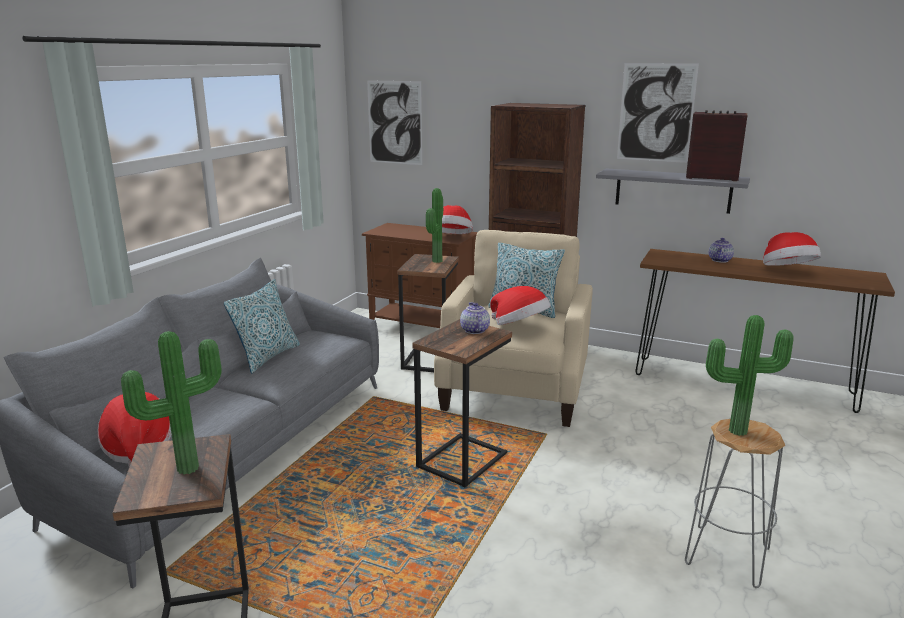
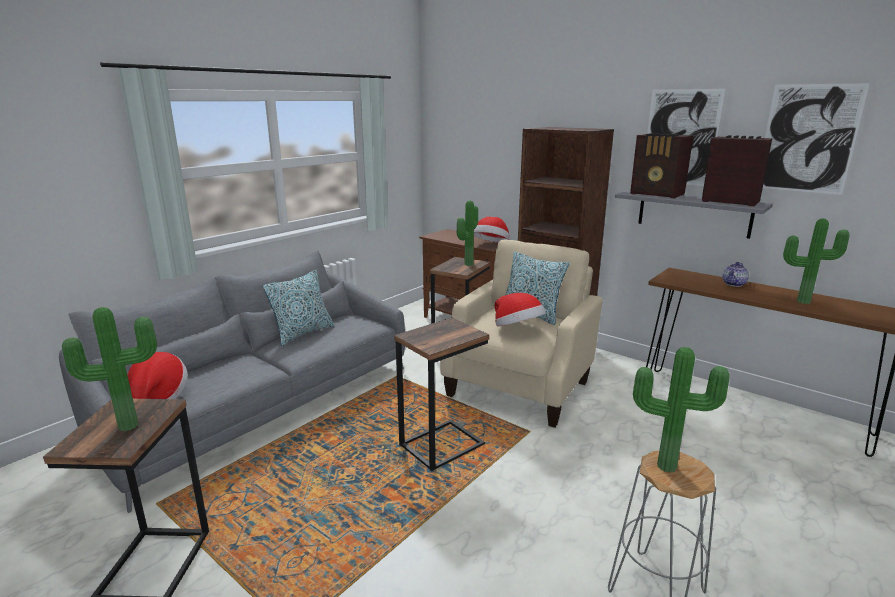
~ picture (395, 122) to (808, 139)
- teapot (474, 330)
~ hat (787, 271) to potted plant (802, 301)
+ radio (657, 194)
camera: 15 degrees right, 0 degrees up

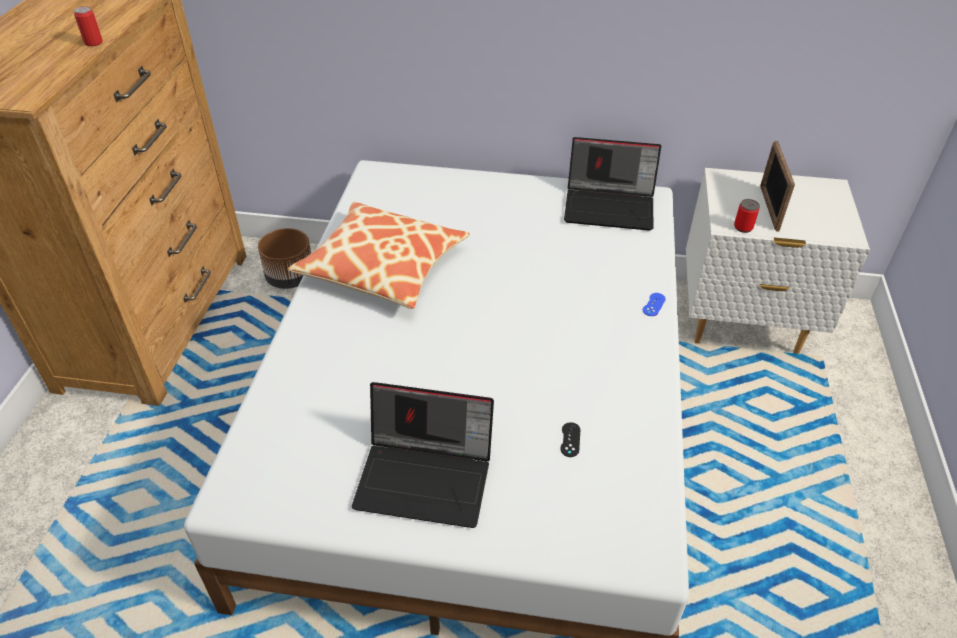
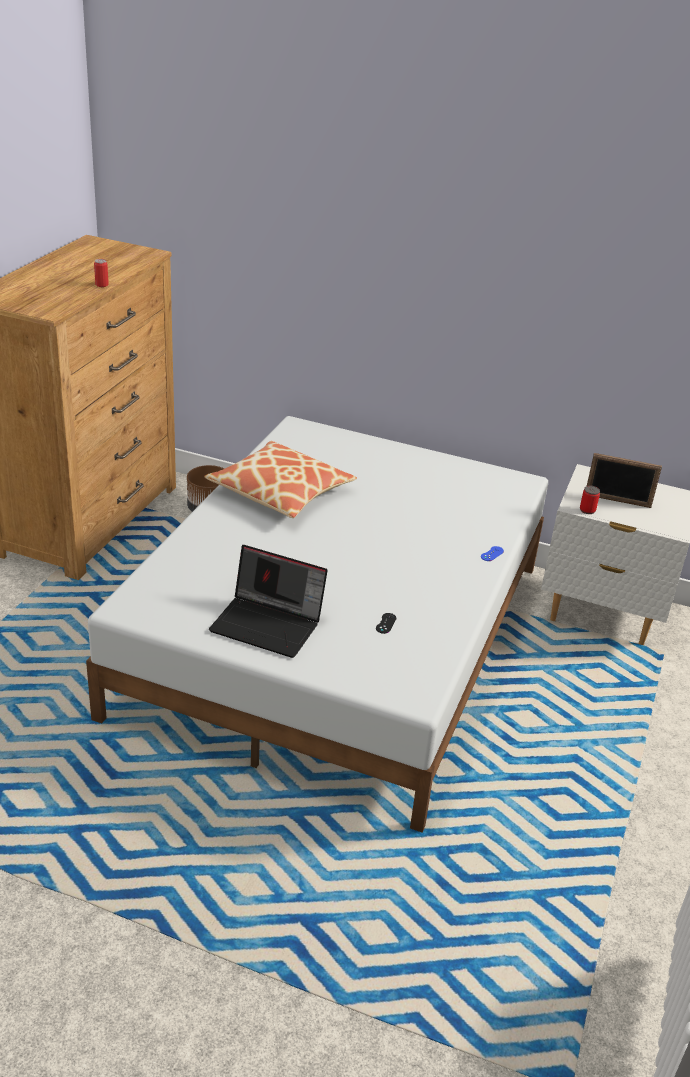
- laptop (610, 206)
~ picture frame (769, 208) = (617, 501) 90 degrees counterclockwise
camera: 10 degrees right, 10 degrees down

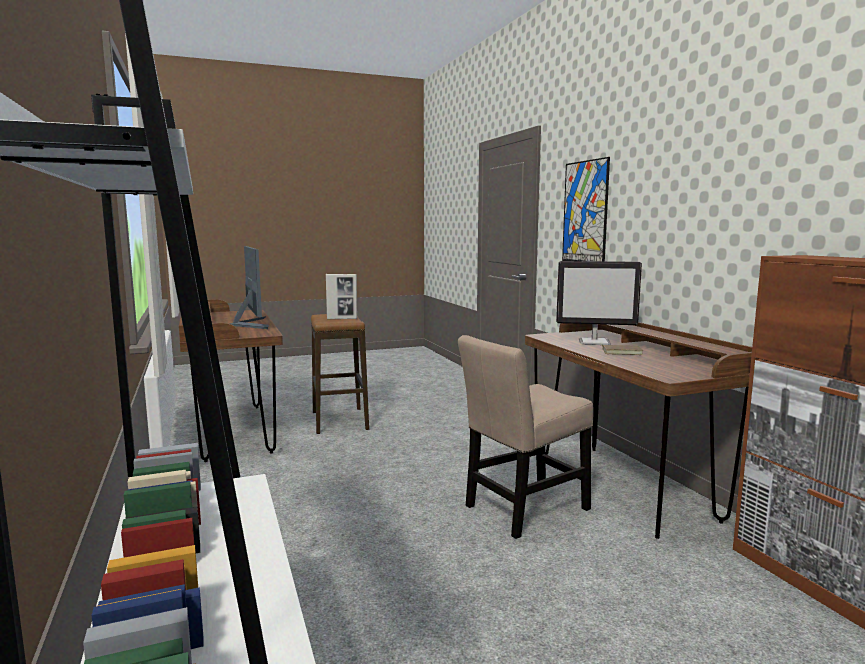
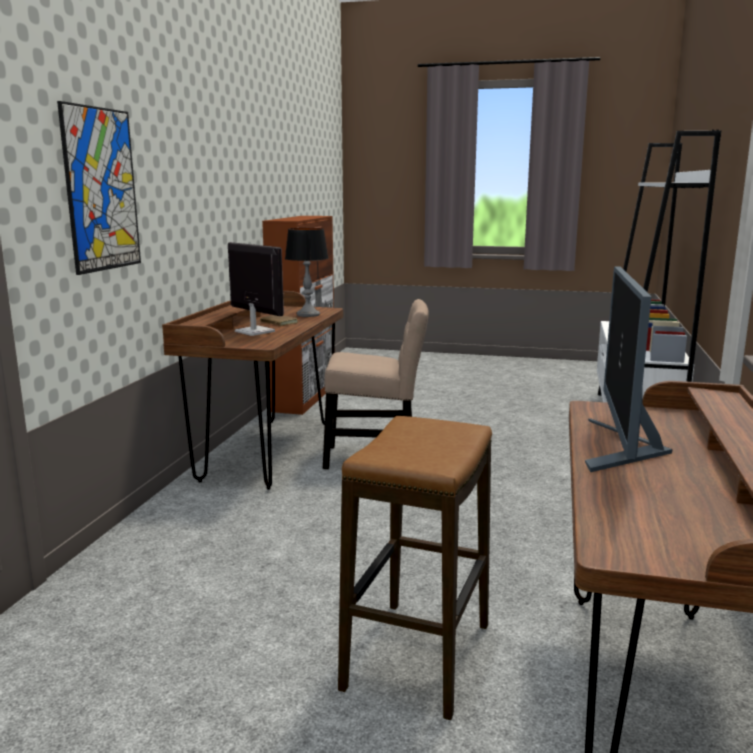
- picture frame (342, 319)
+ table lamp (308, 314)
camera: 145 degrees left, 5 degrees up

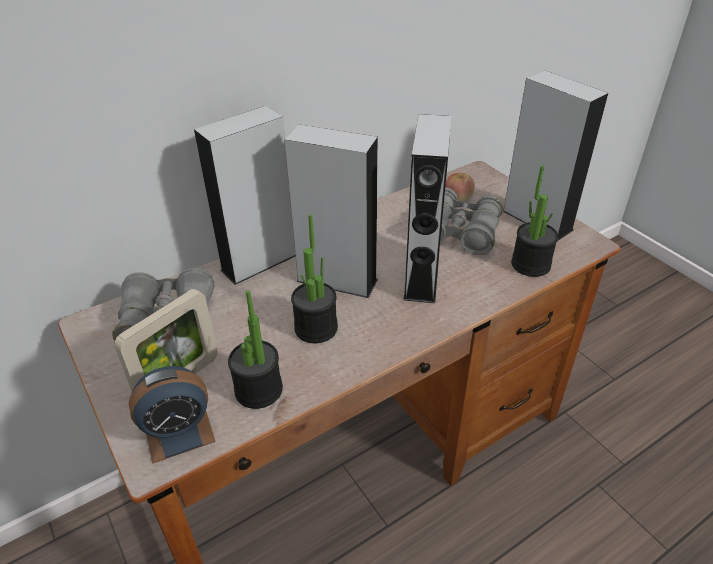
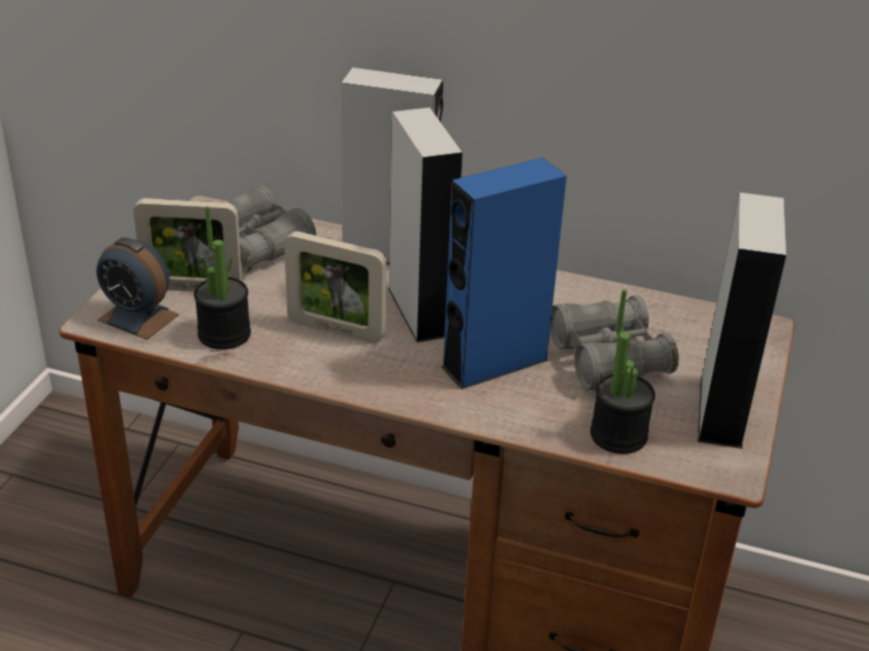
~ potted plant (316, 328) to picture frame (336, 330)
~ speaker (grey) (422, 276) to speaker (blue) (494, 363)
- apple (458, 198)
camera: 50 degrees right, 5 degrees down

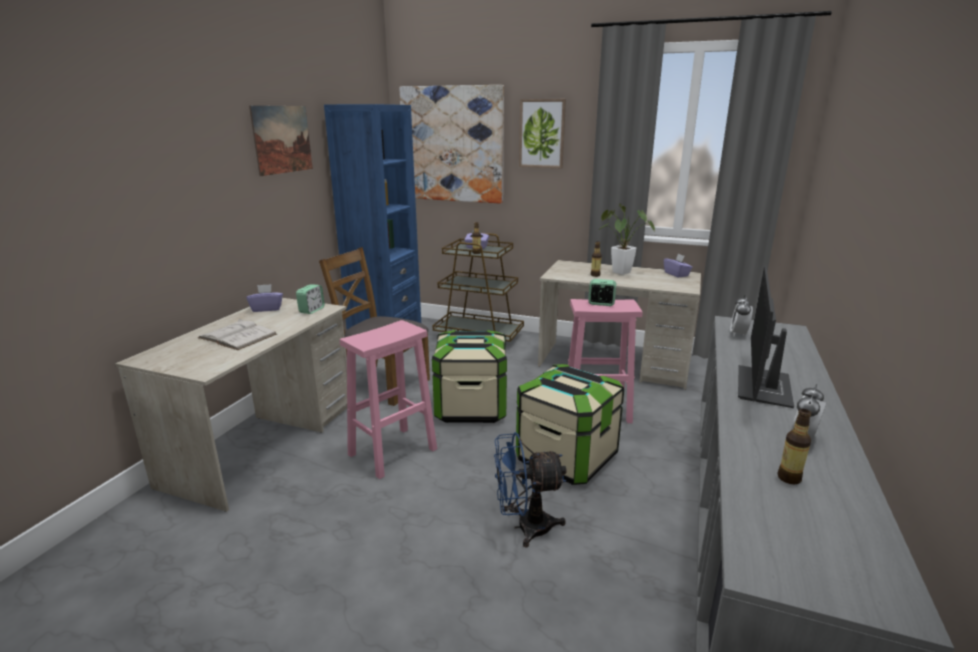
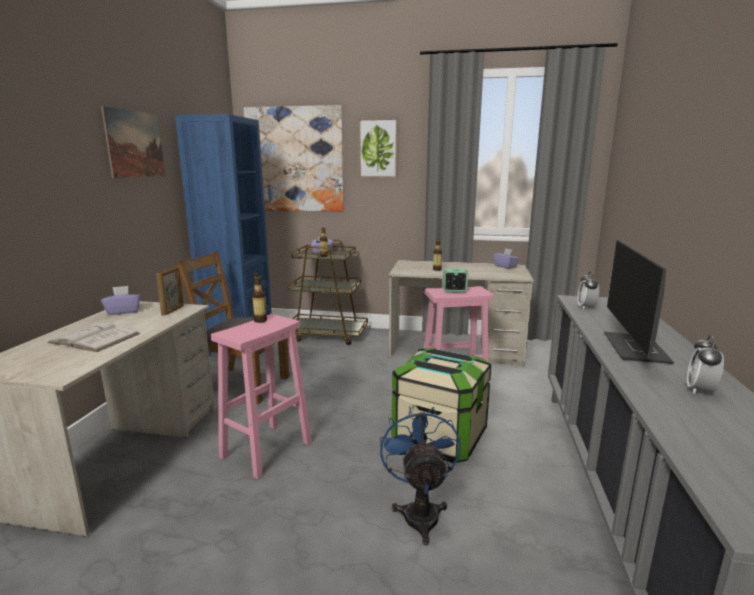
~ alarm clock (311, 310) to picture frame (173, 310)
- storage box (471, 407)
~ fan (blue) (524, 527) = (419, 512) 105 degrees clockwise
- potted plant (618, 271)
~ bottle (789, 478) to (260, 320)
camera: 10 degrees left, 5 degrees down

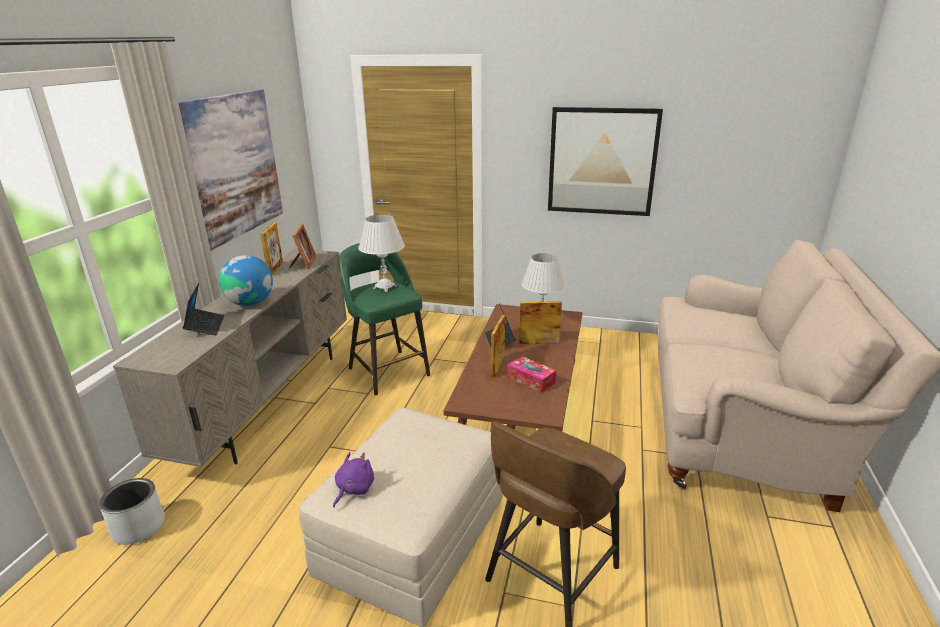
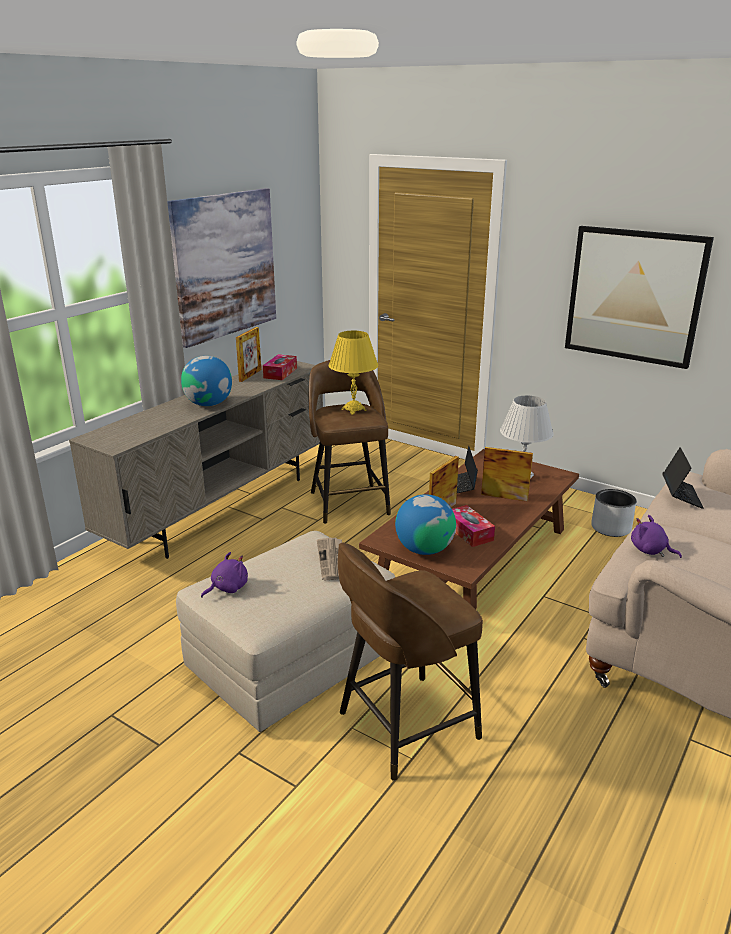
~ planter (grey) (139, 527) to (611, 528)
~ laptop (205, 326) to (681, 496)
~ picture frame (303, 263) to tissue box (280, 373)
~ stool (green) (387, 370) to stool (brown) (349, 502)
~ table lamp (white) (384, 287) to table lamp (yellow) (353, 410)
+ newspaper (332, 560)
+ globe (424, 549)
+ plush toy (purple) (650, 551)
camera: 20 degrees right, 0 degrees up

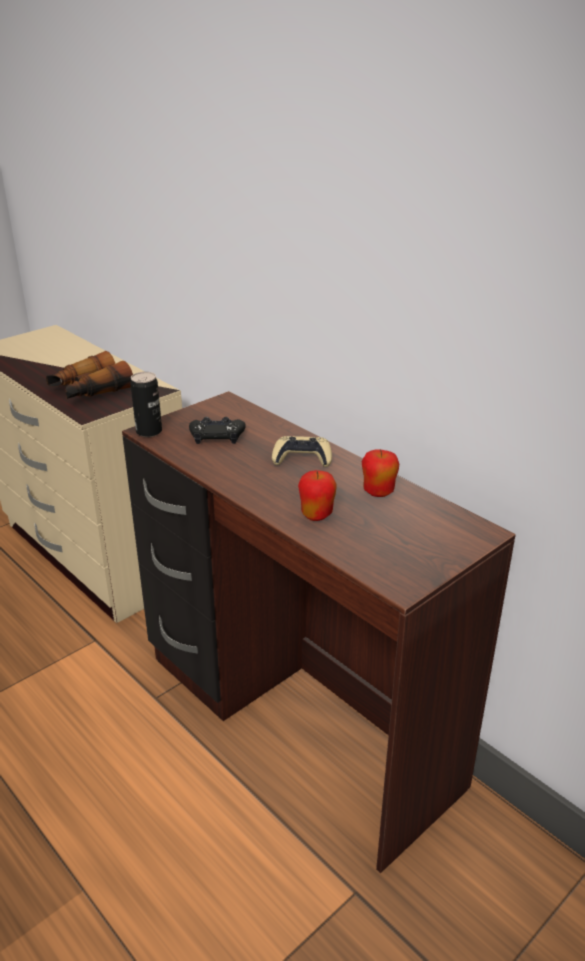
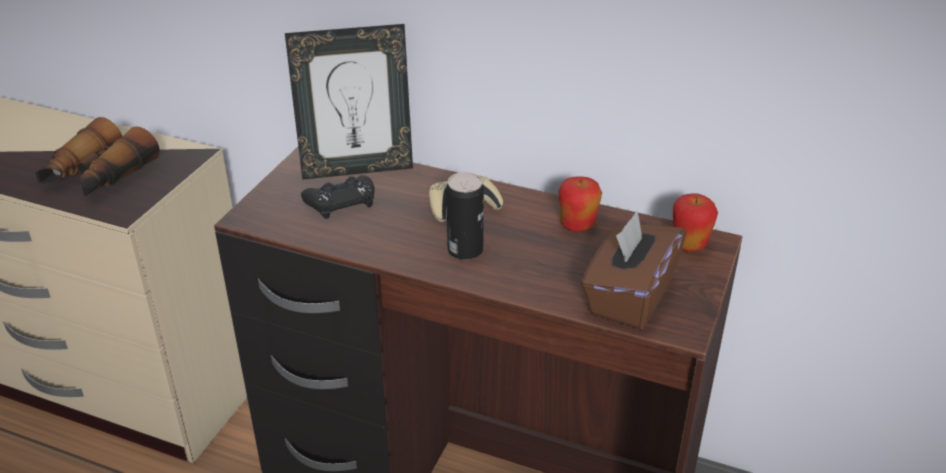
~ can (149, 432) to (465, 250)
~ apple (316, 515) to (689, 244)
+ picture frame (357, 169)
+ tissue box (brown) (629, 297)
camera: 25 degrees left, 5 degrees up

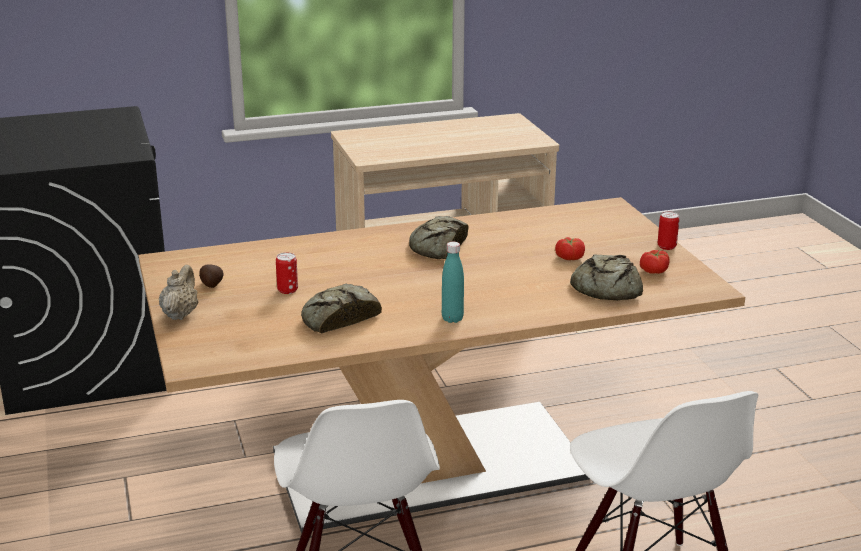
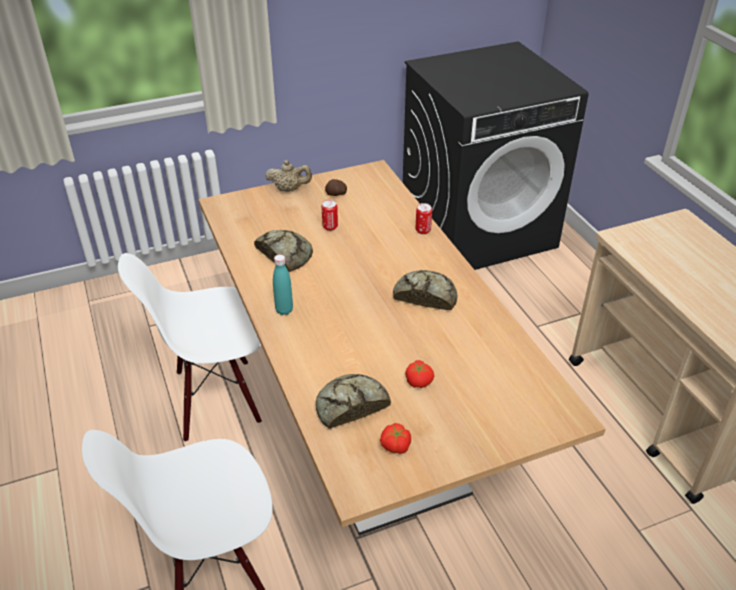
~ can (666, 246) to (423, 230)
camera: 85 degrees right, 15 degrees up

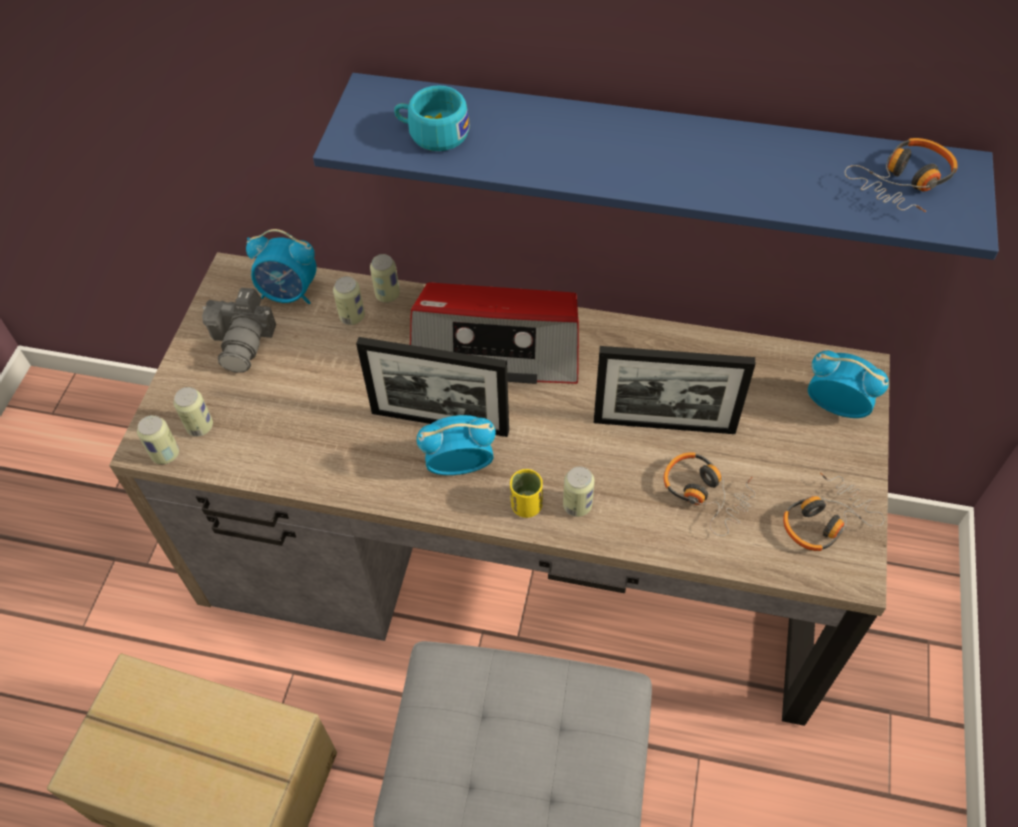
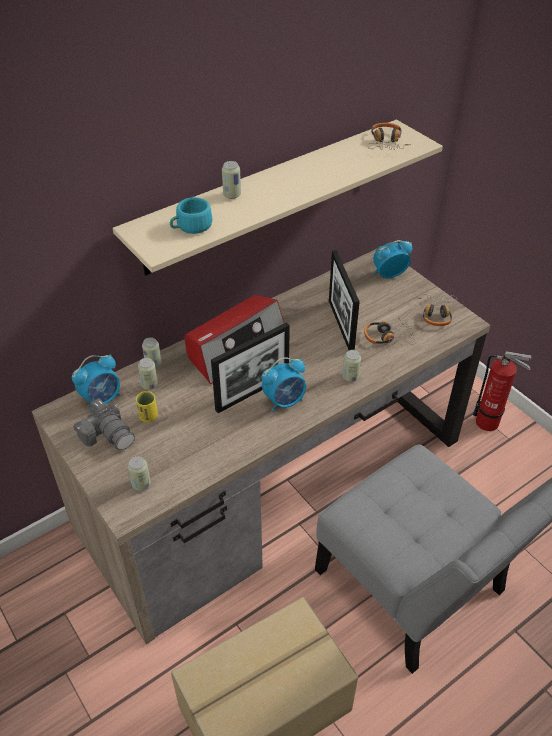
~ can (165, 454) to (232, 195)
~ shelf (blue) (653, 156) to shelf (beige) (268, 196)
~ alarm clock (459, 465) = (284, 401) 150 degrees counterclockwise
~ cup (yellow) (526, 506) to (148, 416)
~ picture frame (664, 425) = (341, 325) 120 degrees clockwise
+ fire extinguisher (490, 423)
camera: 50 degrees left, 10 degrees down

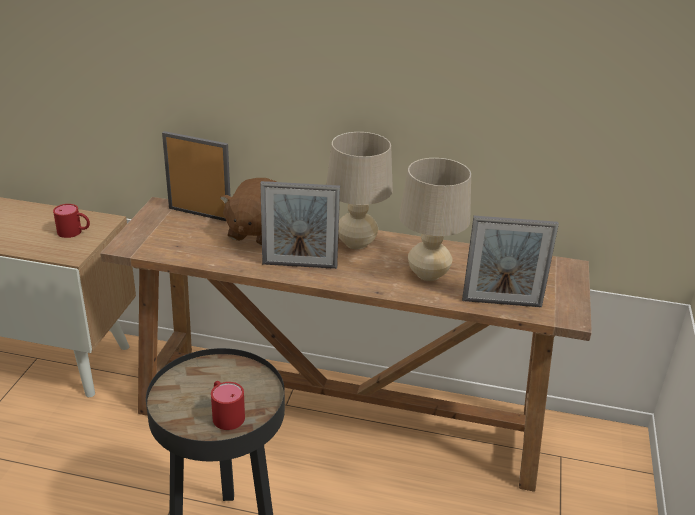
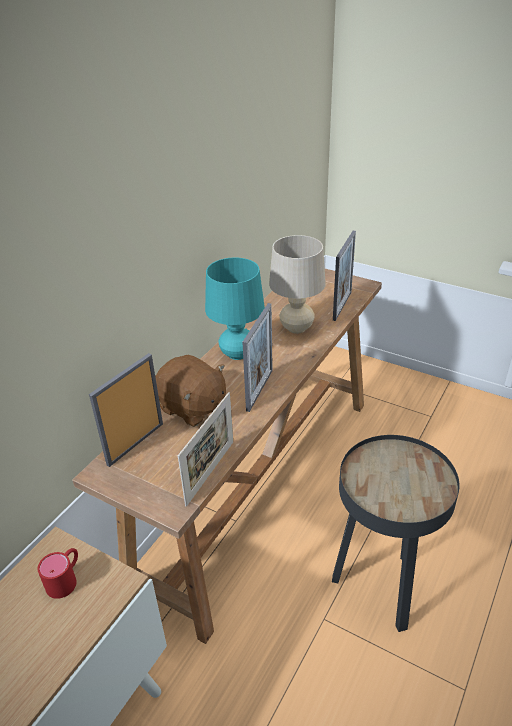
- mug (red) (225, 413)
~ table lamp (beige) (356, 243) to table lamp (turquoise) (237, 354)
+ picture frame (210, 472)
camera: 70 degrees left, 5 degrees up

